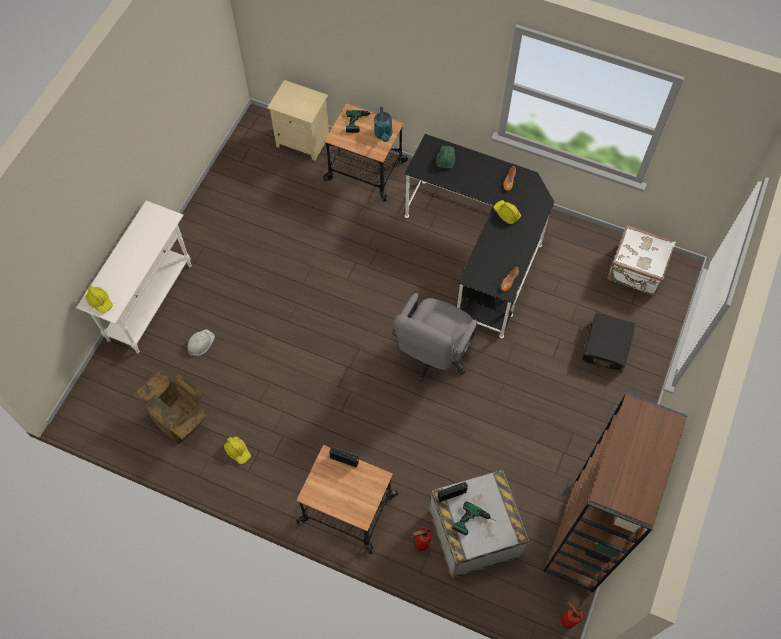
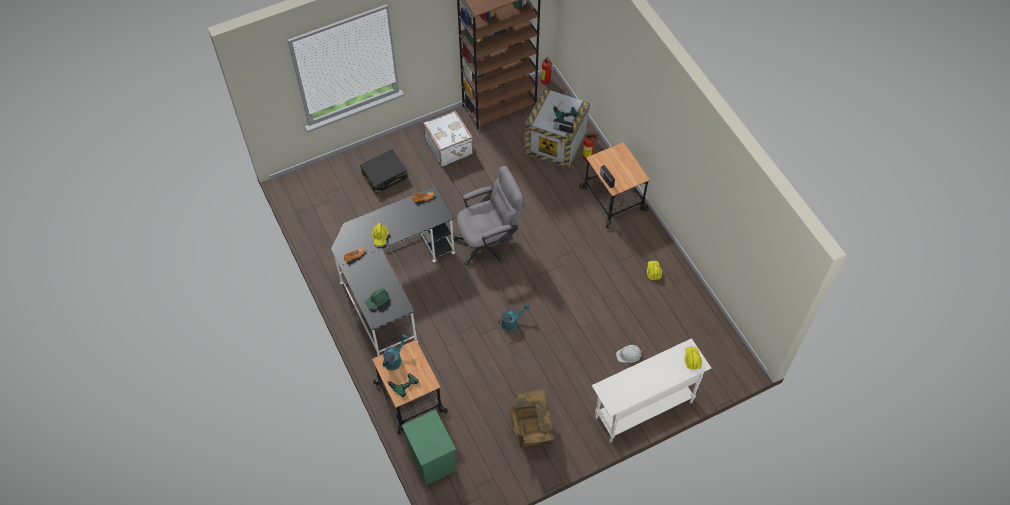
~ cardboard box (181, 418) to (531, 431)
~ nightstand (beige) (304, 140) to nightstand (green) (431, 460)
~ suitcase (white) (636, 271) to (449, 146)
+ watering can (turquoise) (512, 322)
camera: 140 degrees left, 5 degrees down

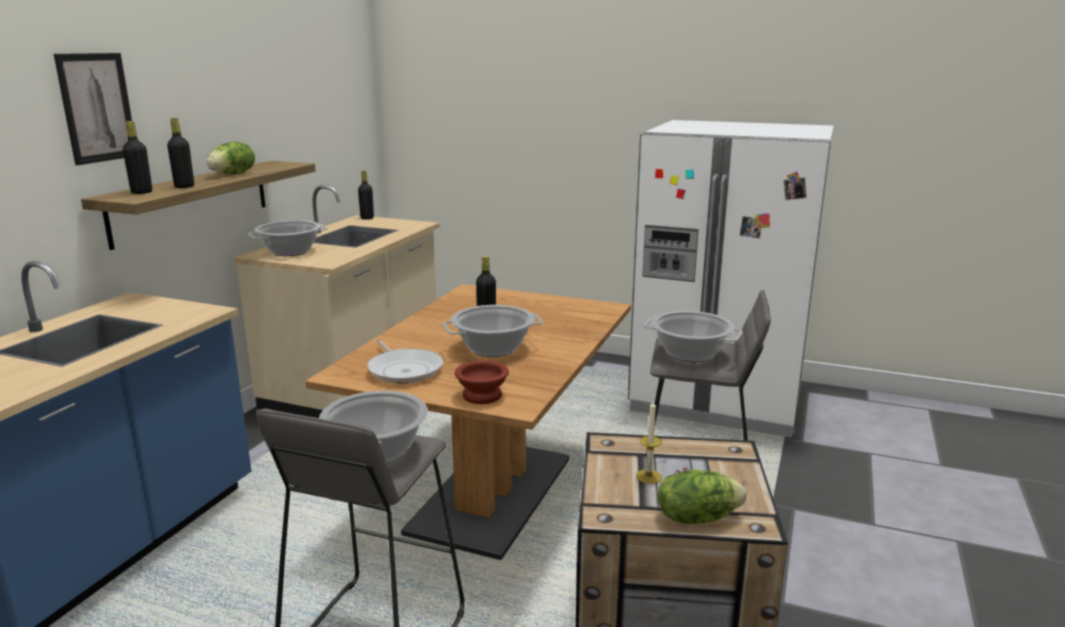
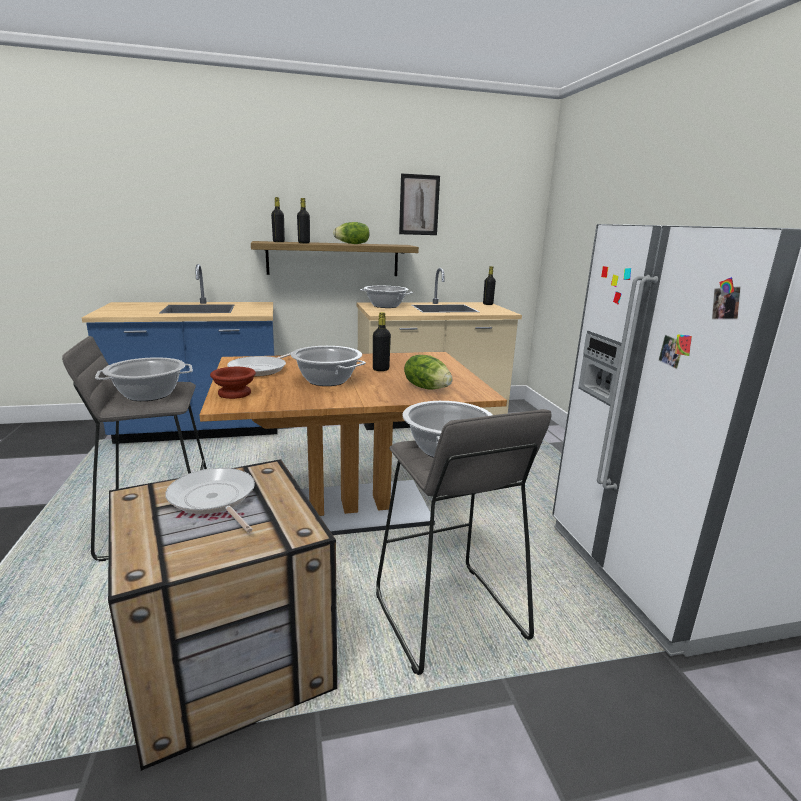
~ picture (97, 108) to (419, 205)
~ candle (648, 476) to frying pan (214, 499)
~ lettuce (697, 517) to (427, 387)
camera: 55 degrees right, 0 degrees up

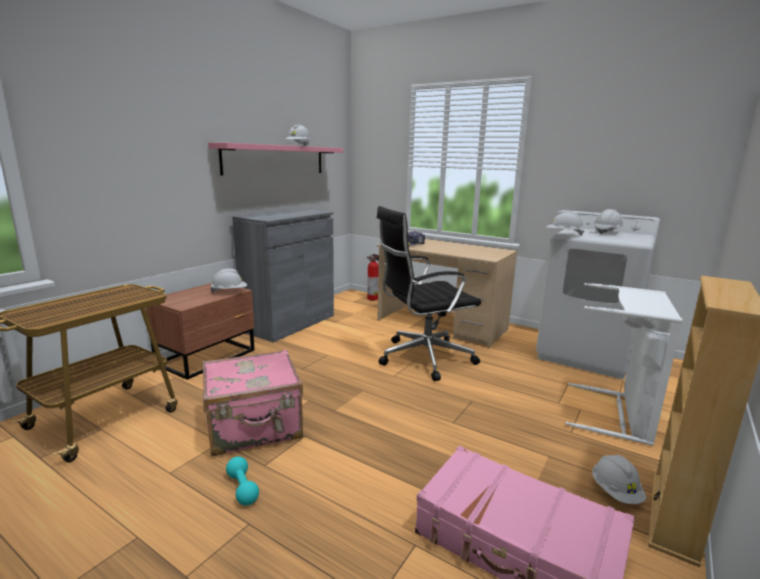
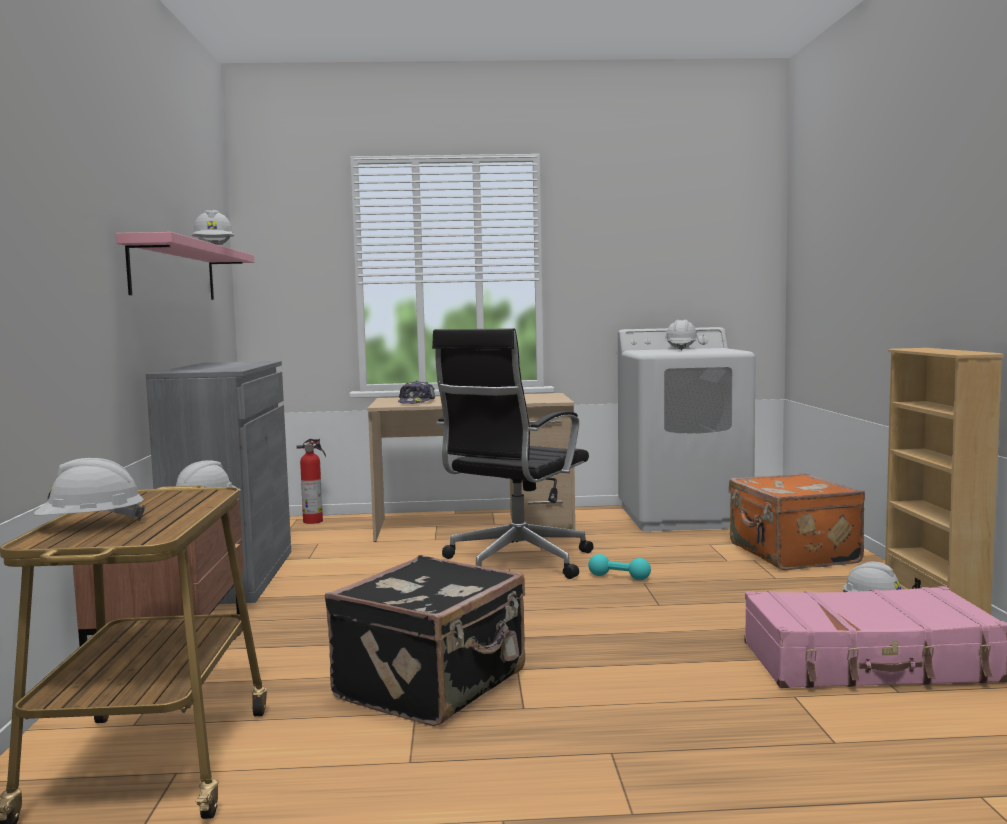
~ suitcase (pink) (254, 428) to suitcase (black) (434, 685)
~ dumbbell (turquoise) (242, 488) to (619, 577)
~ hard hat (white) (563, 234) to (91, 525)
~ laundry basket (white) (619, 415) to suitcase (orange) (791, 554)
camera: 35 degrees left, 10 degrees down

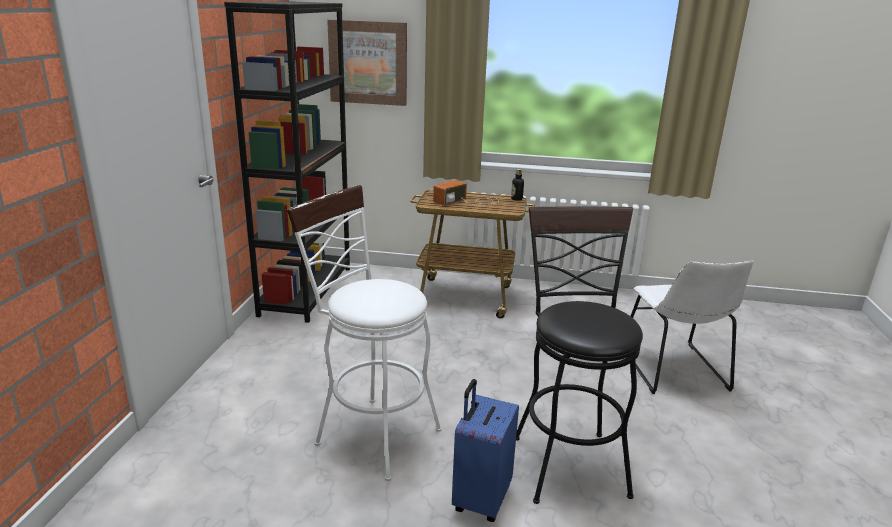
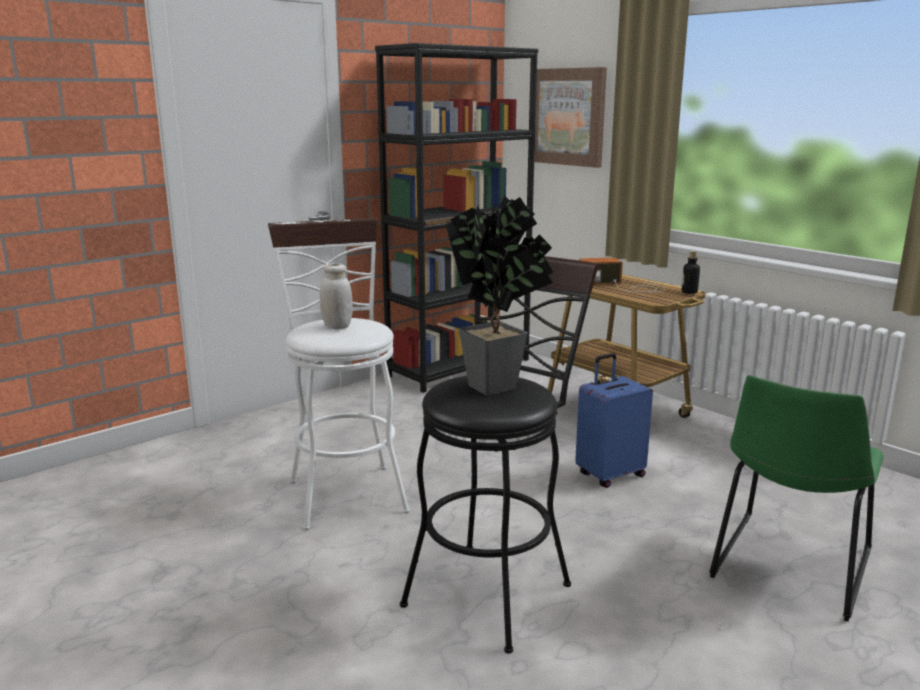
~ suitcase (blue) (480, 499) to (609, 475)
~ chair (white) (674, 371) to chair (green) (789, 567)
+ jar (white) (337, 326)
+ potted plant (501, 386)
camera: 40 degrees right, 5 degrees down

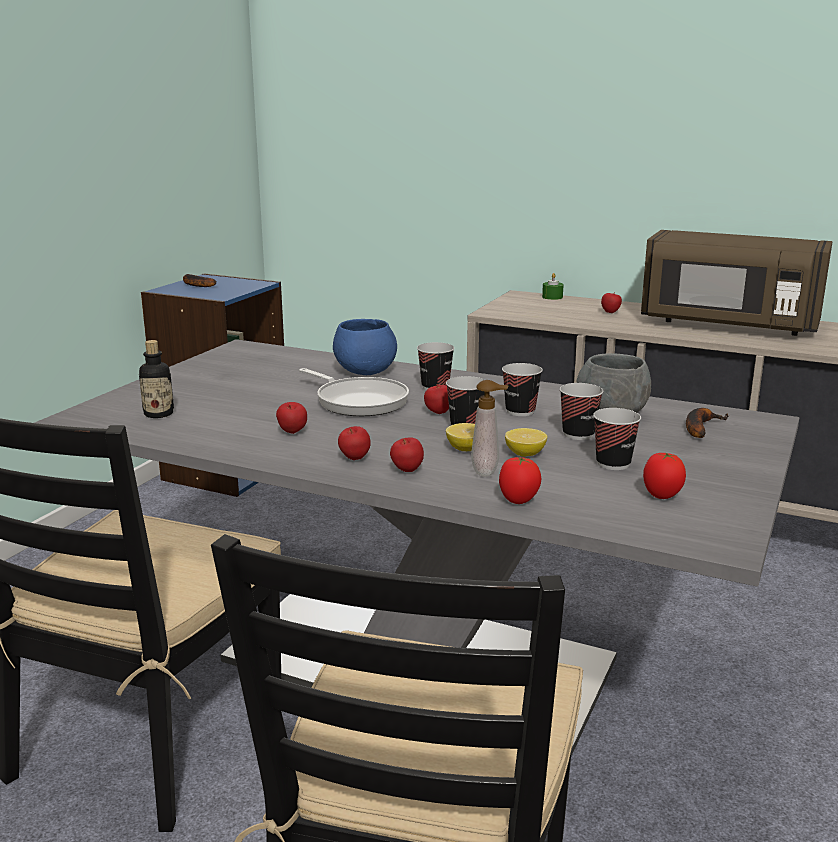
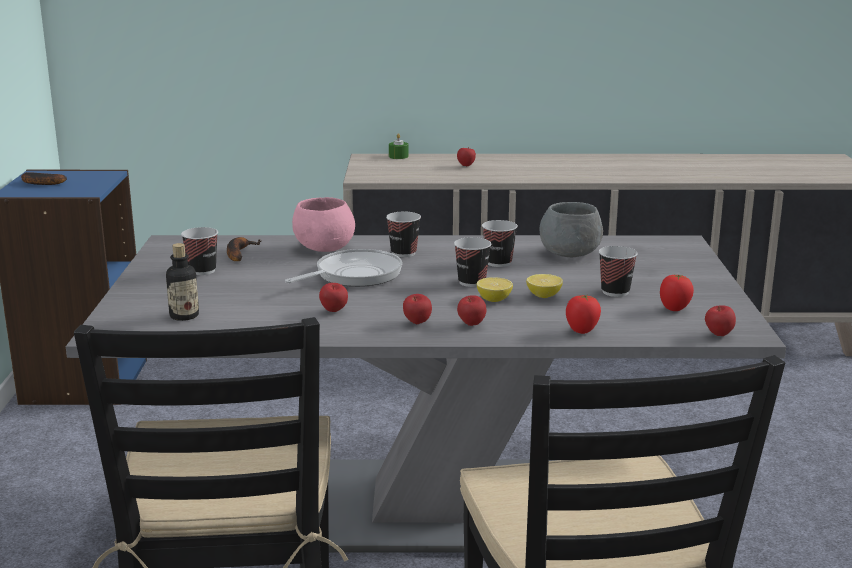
~ frying pan (358, 401) = (354, 275) 60 degrees counterclockwise
~ bowl (blue) (366, 372) to bowl (pink) (324, 248)
~ apple (438, 413) to (718, 335)
- soap dispenser (488, 472)
~ cup (578, 434) to (202, 271)
- microwave (brown) (727, 324)
~ banana (699, 427) to (238, 253)
camera: 25 degrees left, 0 degrees up

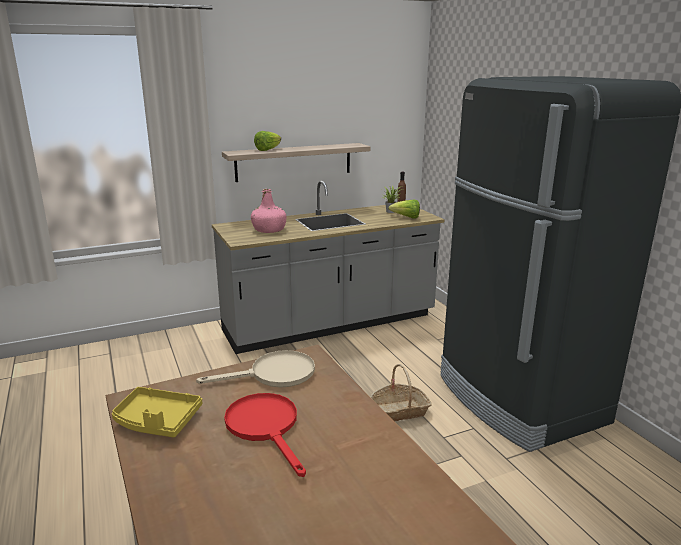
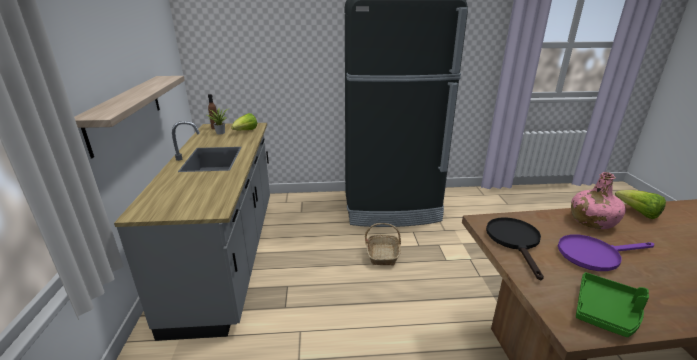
~ tray (yellow) (157, 421) to tray (green) (606, 312)
~ frying pan (beige) (274, 374) to frying pan (black) (515, 241)
~ frying pan (red) (266, 427) to frying pan (purple) (594, 254)
~ bottle (pink) (269, 230) to (591, 221)
~ lettuce (268, 150) to (638, 213)
camera: 70 degrees left, 5 degrees up

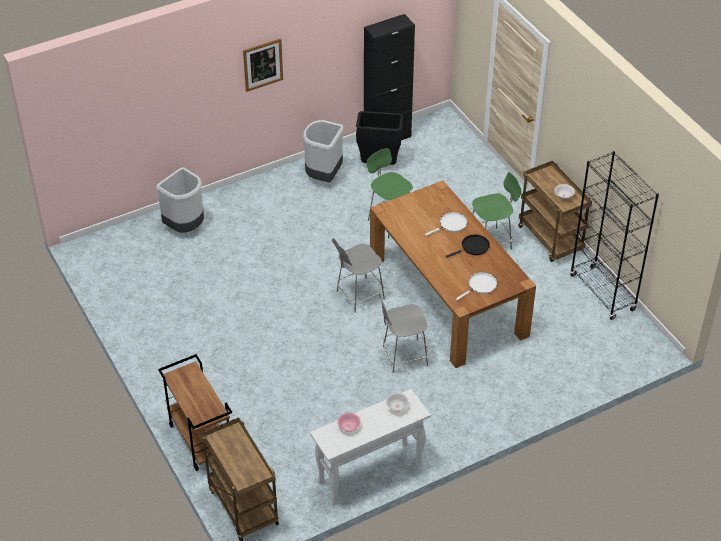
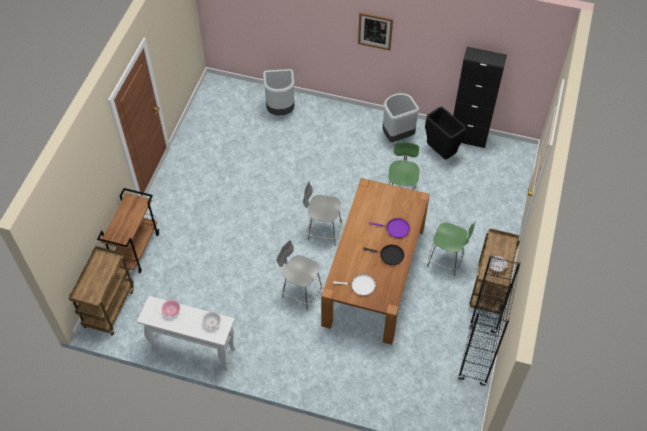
~ frying pan (white) (451, 225) to frying pan (purple) (395, 229)
camera: 45 degrees right, 10 degrees up

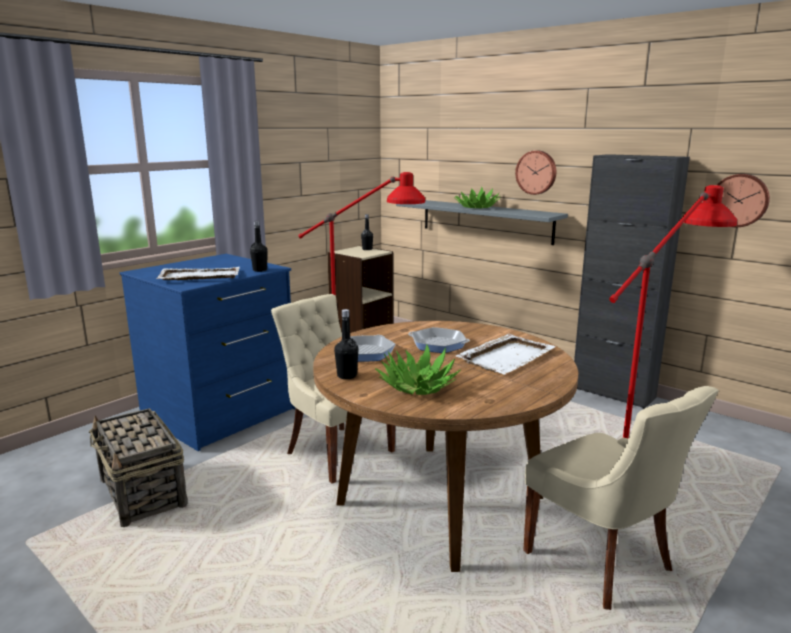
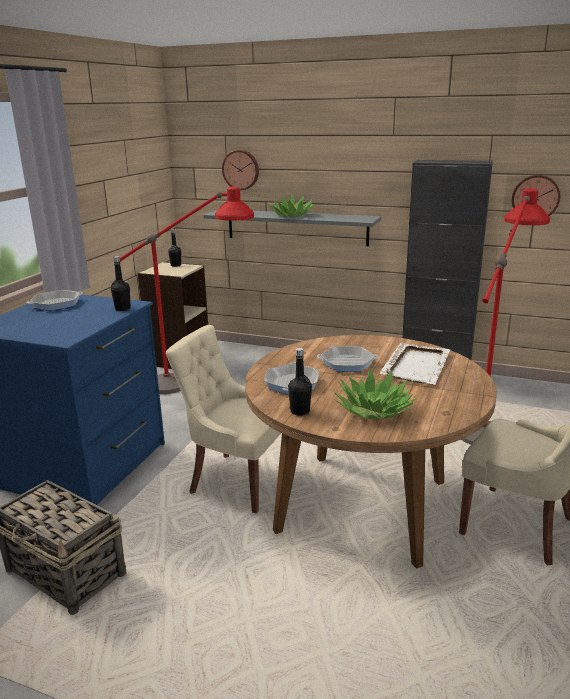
- tray (white) (199, 276)
~ wall clock (536, 172) to (241, 170)
+ frying pan (56, 304)
camera: 20 degrees left, 5 degrees up

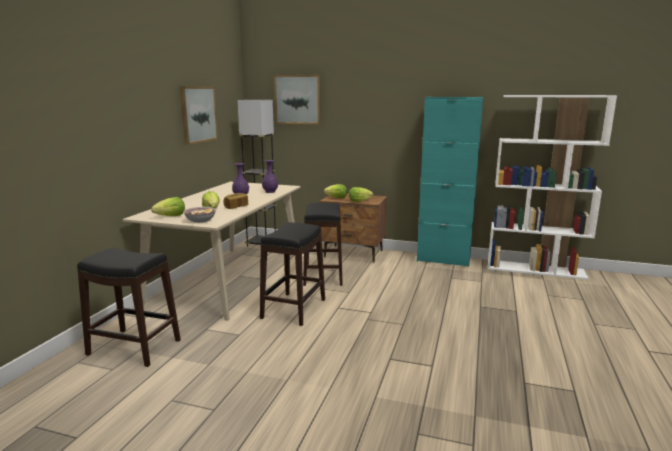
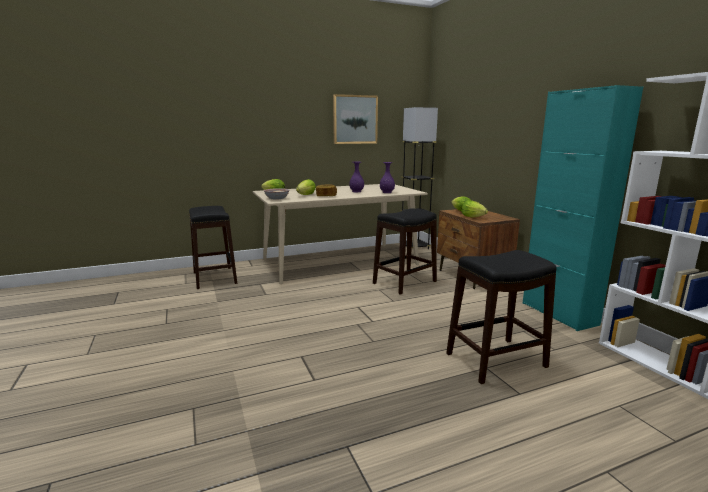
~ stool (black) (294, 308) to (496, 360)
- picture (298, 99)
camera: 50 degrees right, 0 degrees up

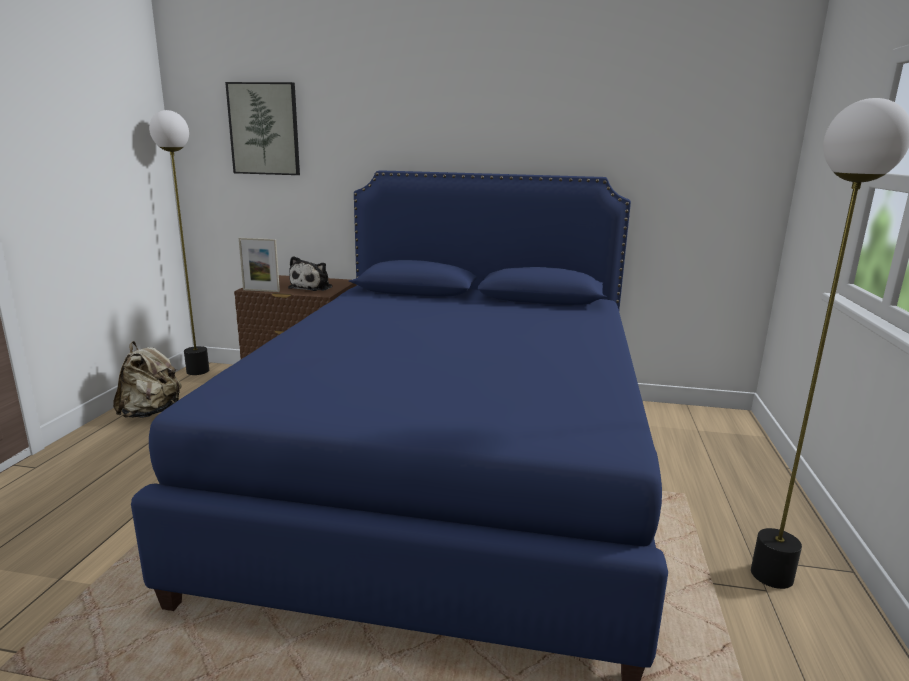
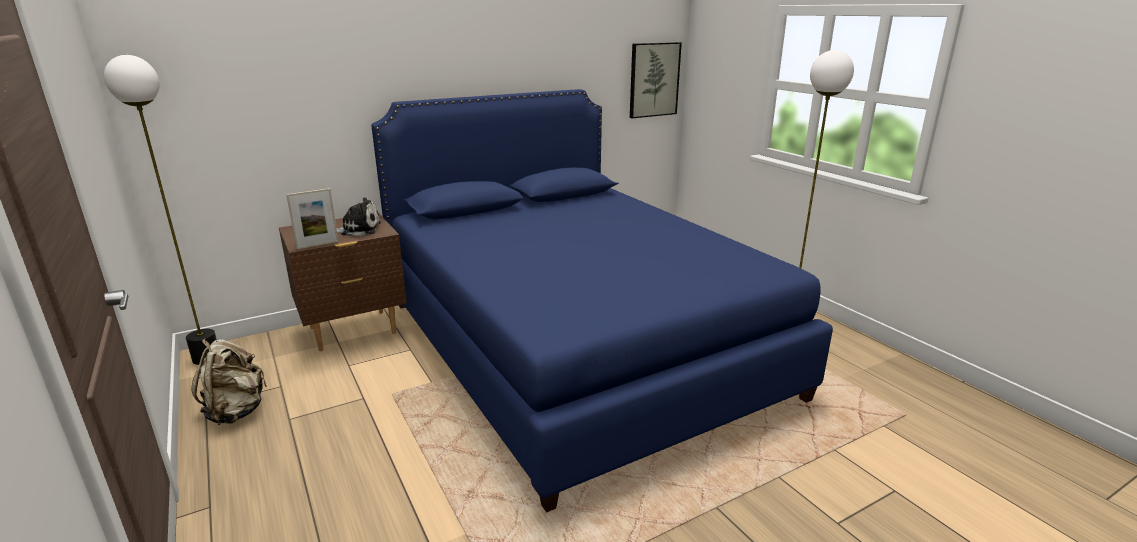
~ picture (264, 129) to (654, 80)
~ plush toy (312, 287) = (358, 229) 75 degrees counterclockwise
camera: 40 degrees left, 5 degrees up

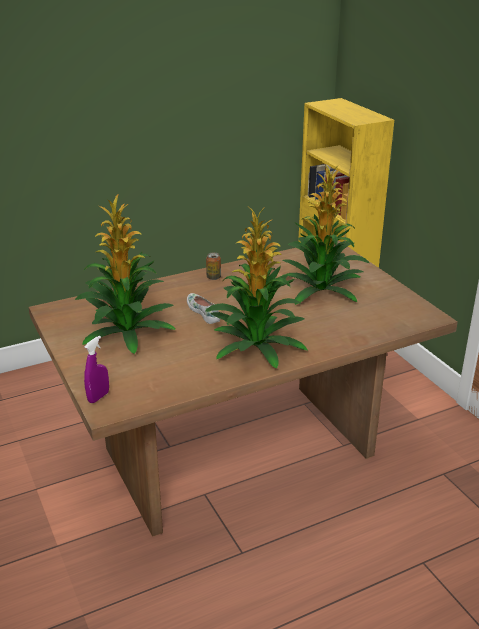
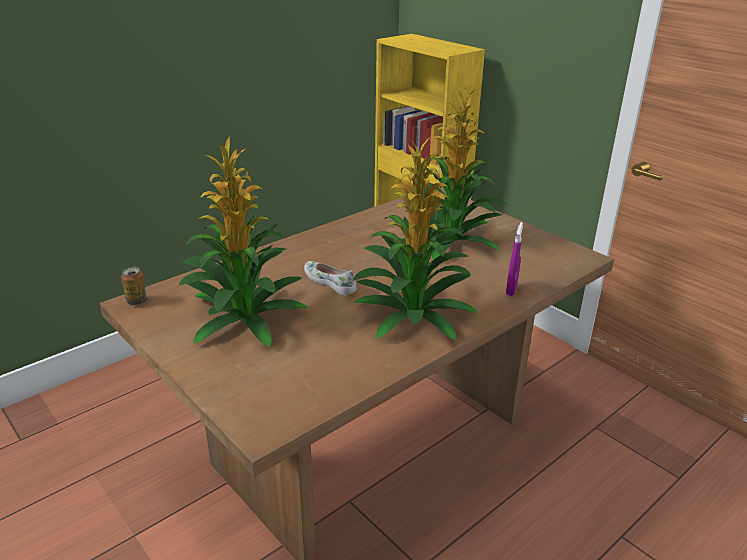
~ spray bottle (purple) (98, 397) to (511, 290)
~ can (213, 277) to (137, 301)
camera: 15 degrees left, 0 degrees up

